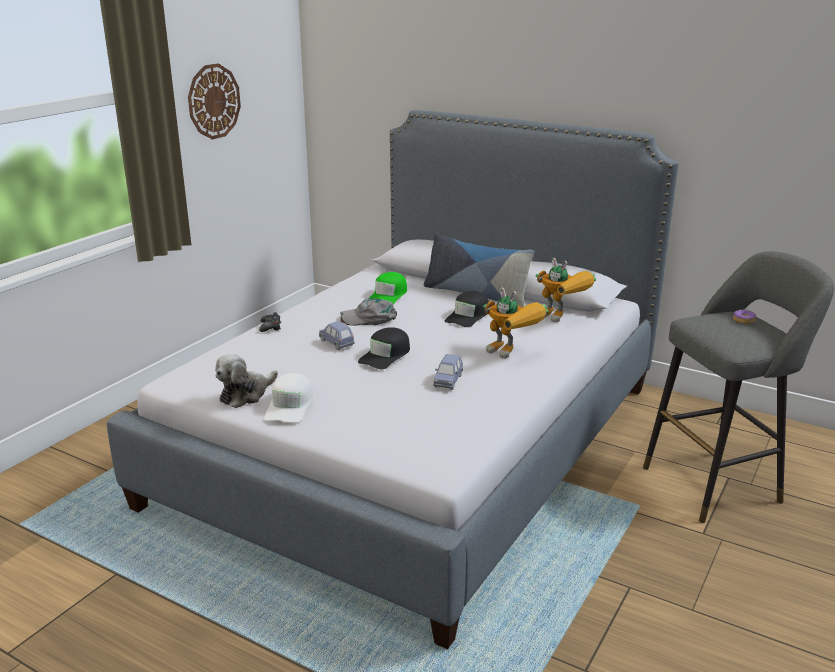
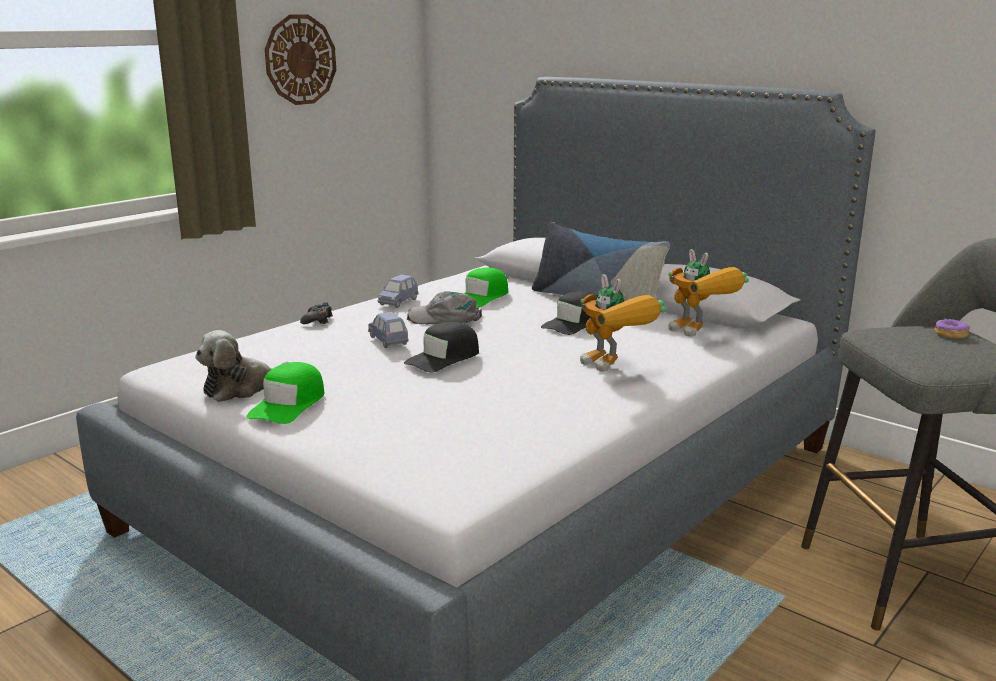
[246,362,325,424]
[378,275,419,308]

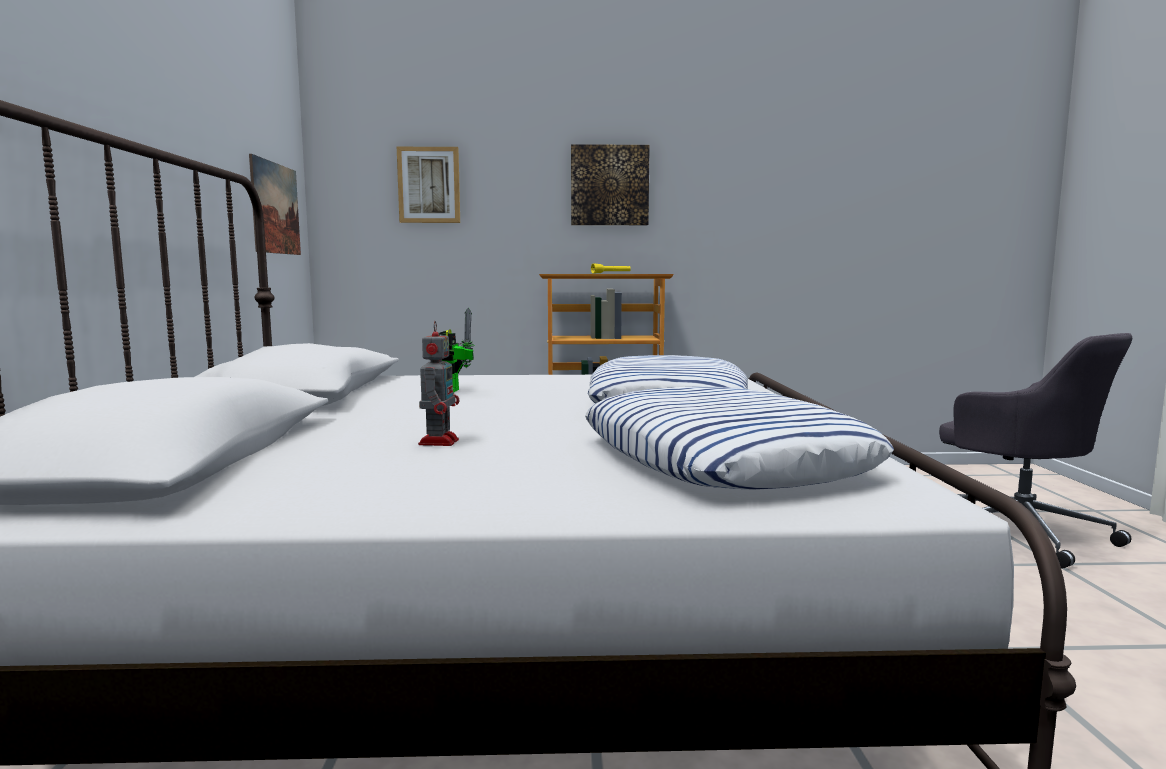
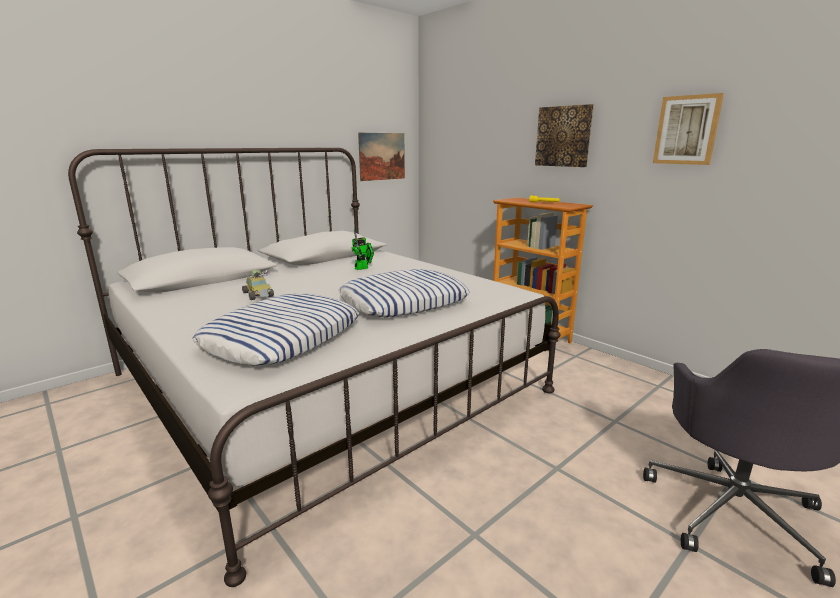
[242,269,274,300]
[653,93,724,165]

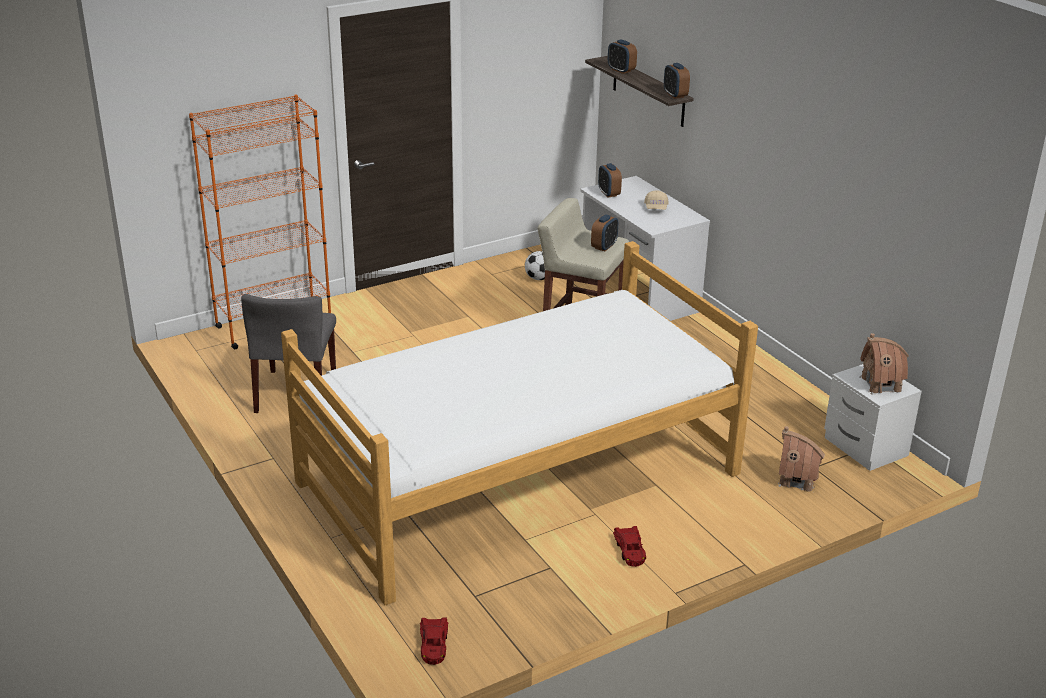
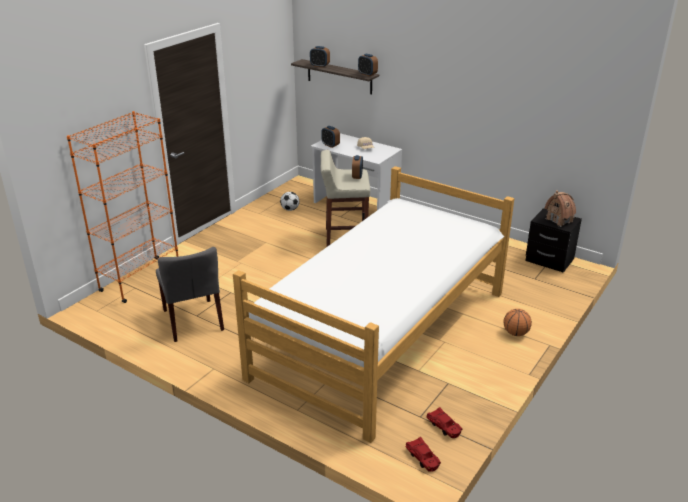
[427,407,462,439]
[503,309,532,336]
[525,208,582,273]
[778,426,825,492] (first image)

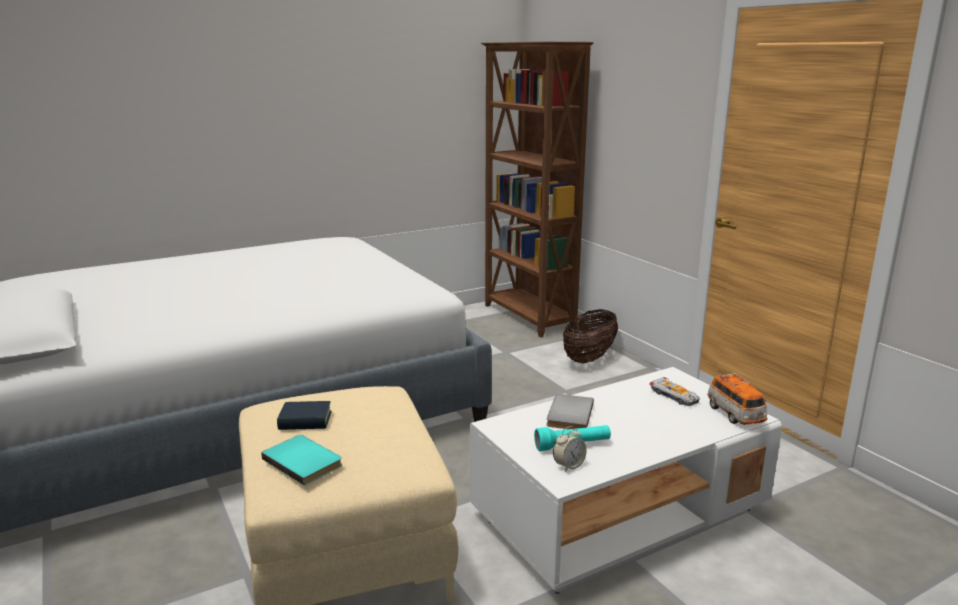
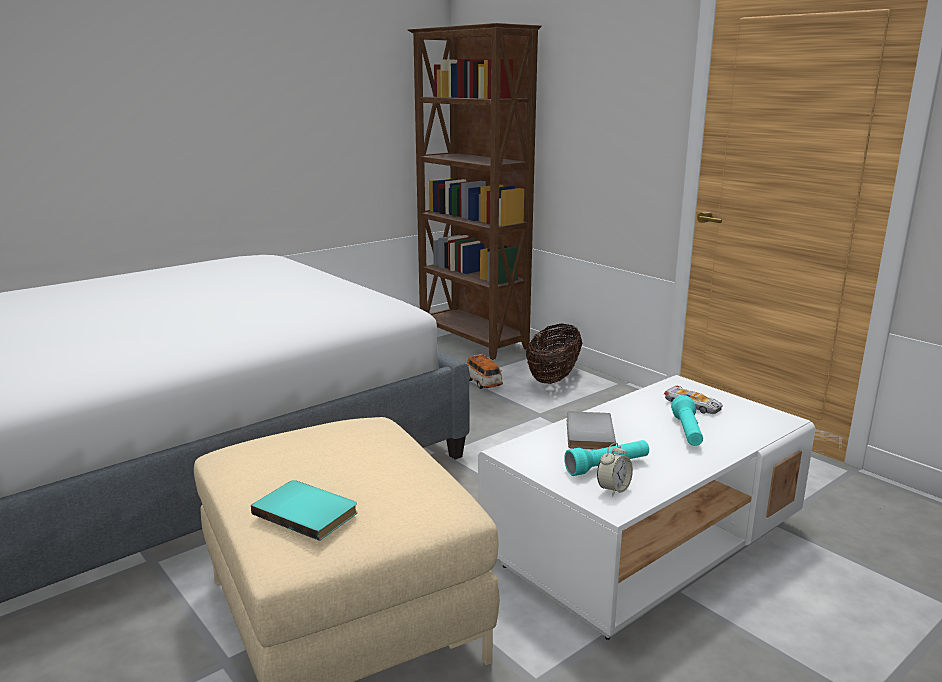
[467,353,503,389]
[671,395,703,446]
[277,401,332,430] (first image)

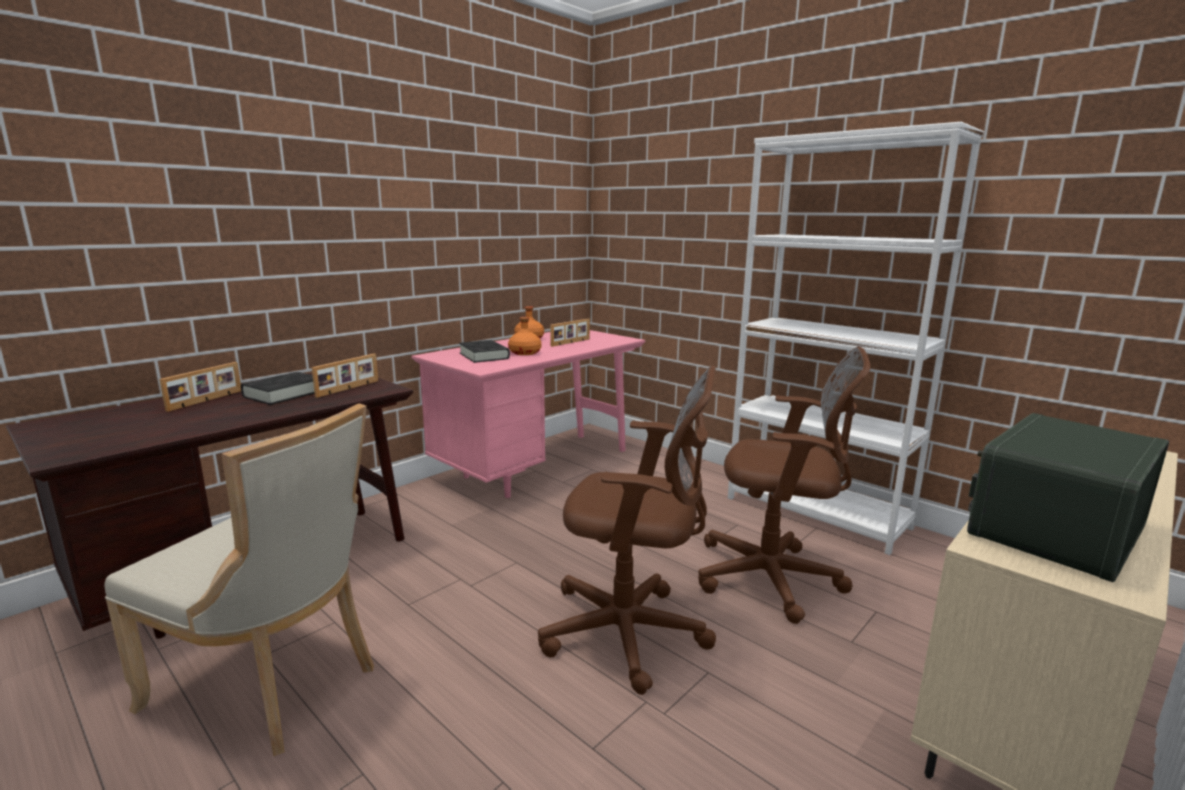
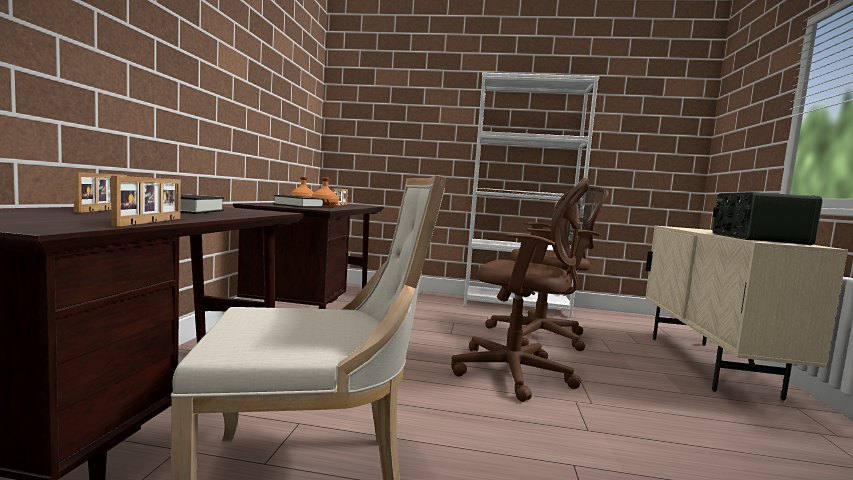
[111,176,181,227]
[233,203,384,309]
[451,178,590,402]

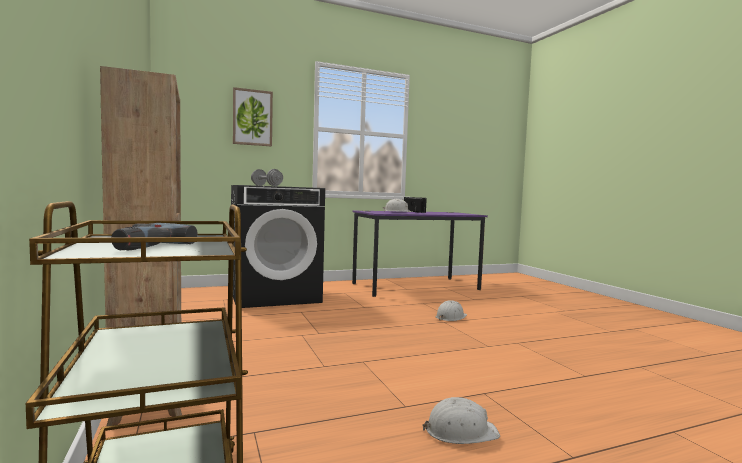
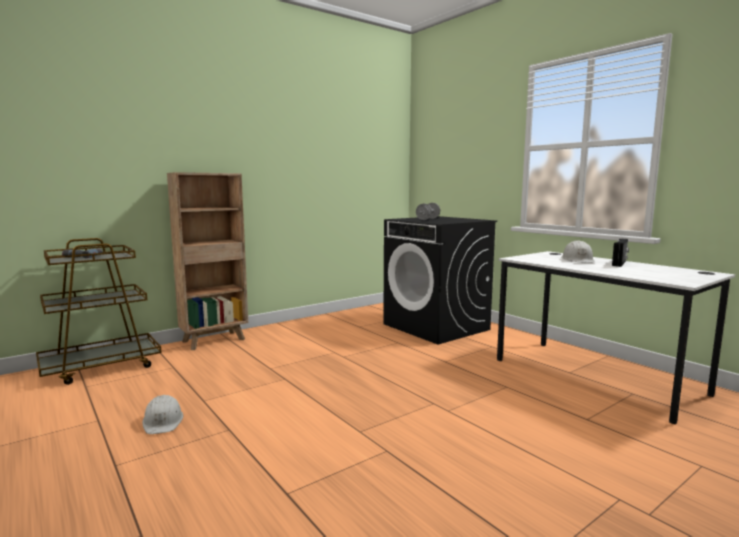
[497,251,735,424]
[233,87,273,147] (first image)
[436,300,467,321] (first image)

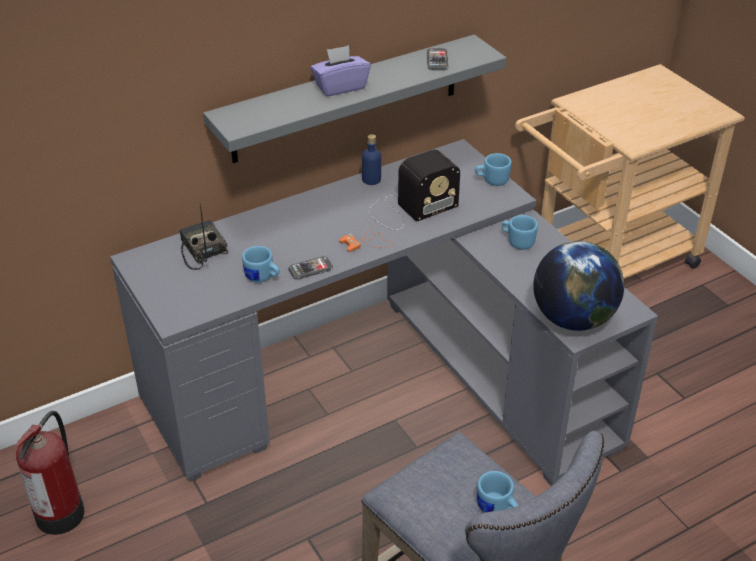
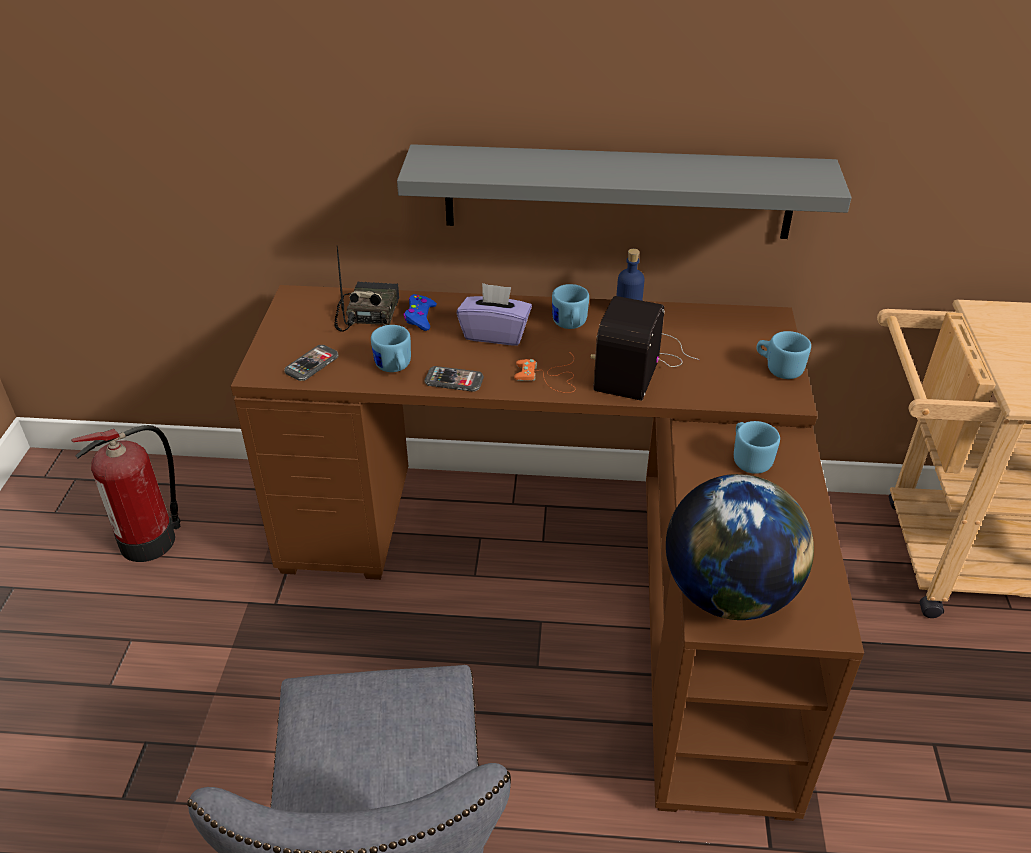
[231,285,864,821]
[285,345,338,381]
[404,294,437,331]
[457,283,532,346]
[552,284,589,329]
[591,296,700,401]

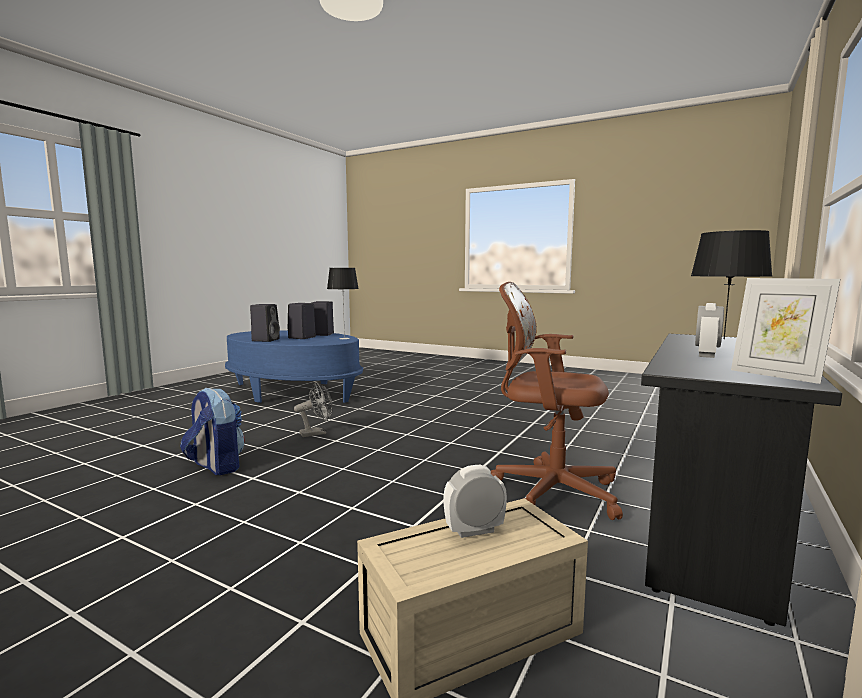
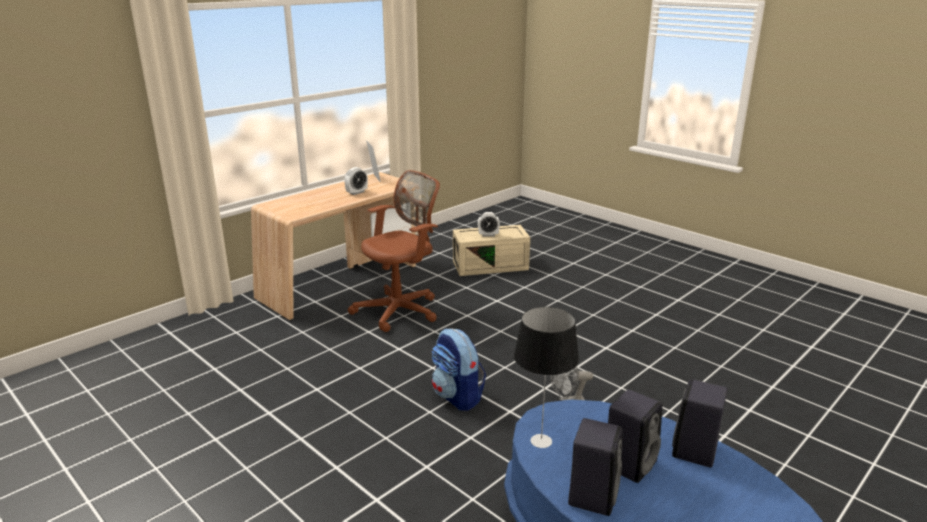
[251,172,416,320]
[348,170,440,332]
[432,328,486,411]
[691,230,772,339] (first image)

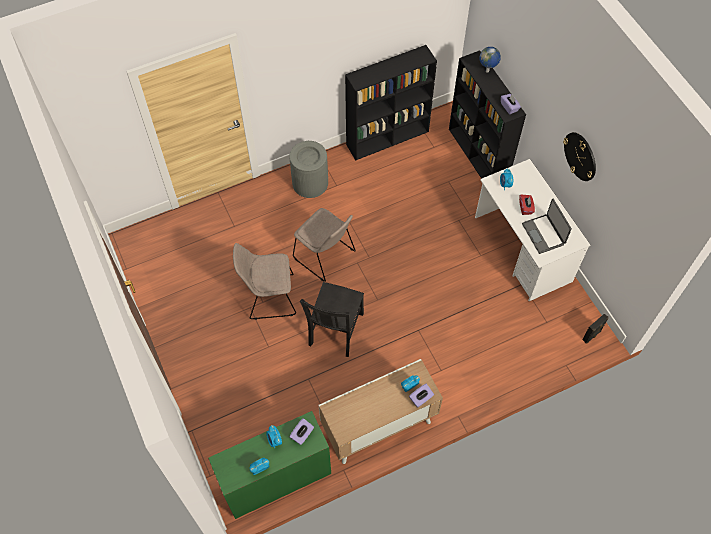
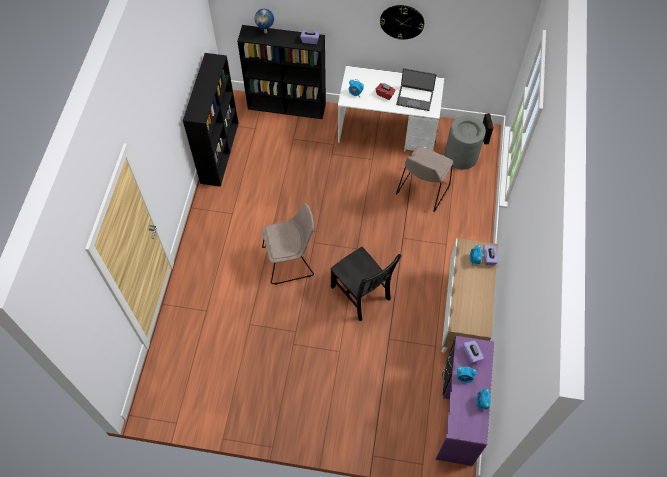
[396,146,453,212]
[435,336,494,466]
[445,116,486,170]

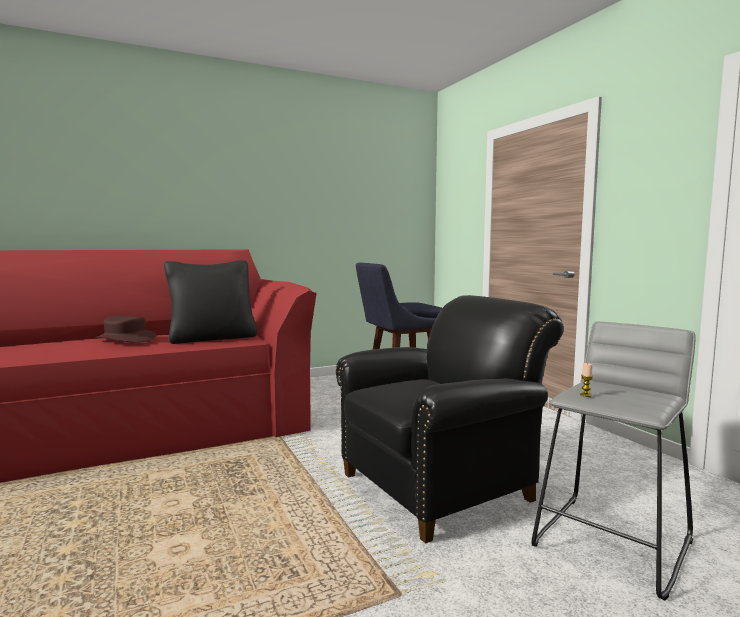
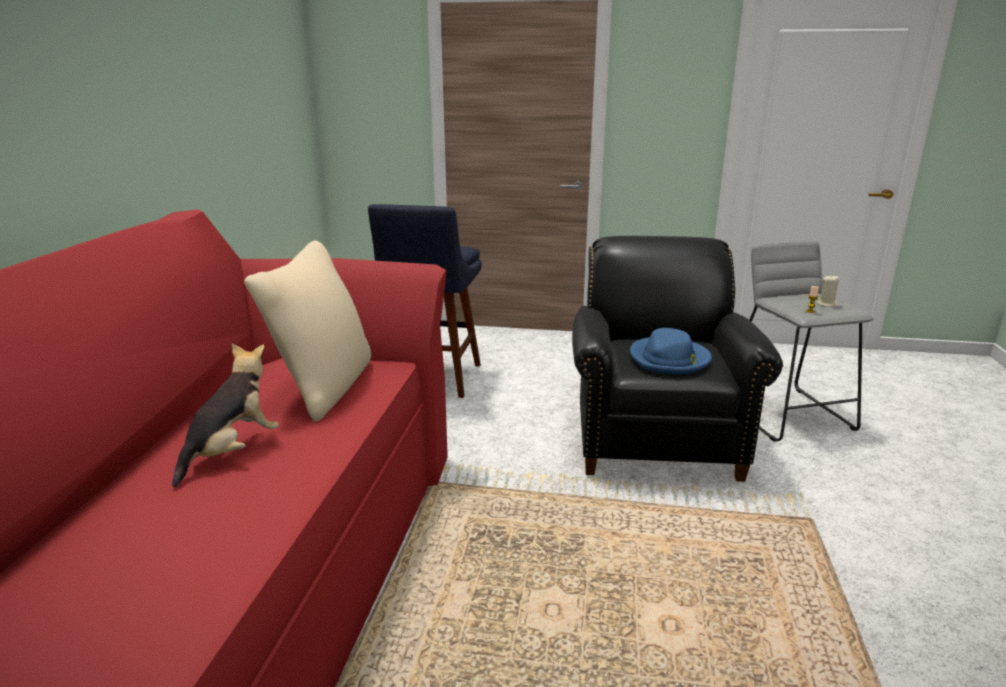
[172,344,279,488]
[244,240,371,422]
[630,328,712,374]
[817,276,839,307]

